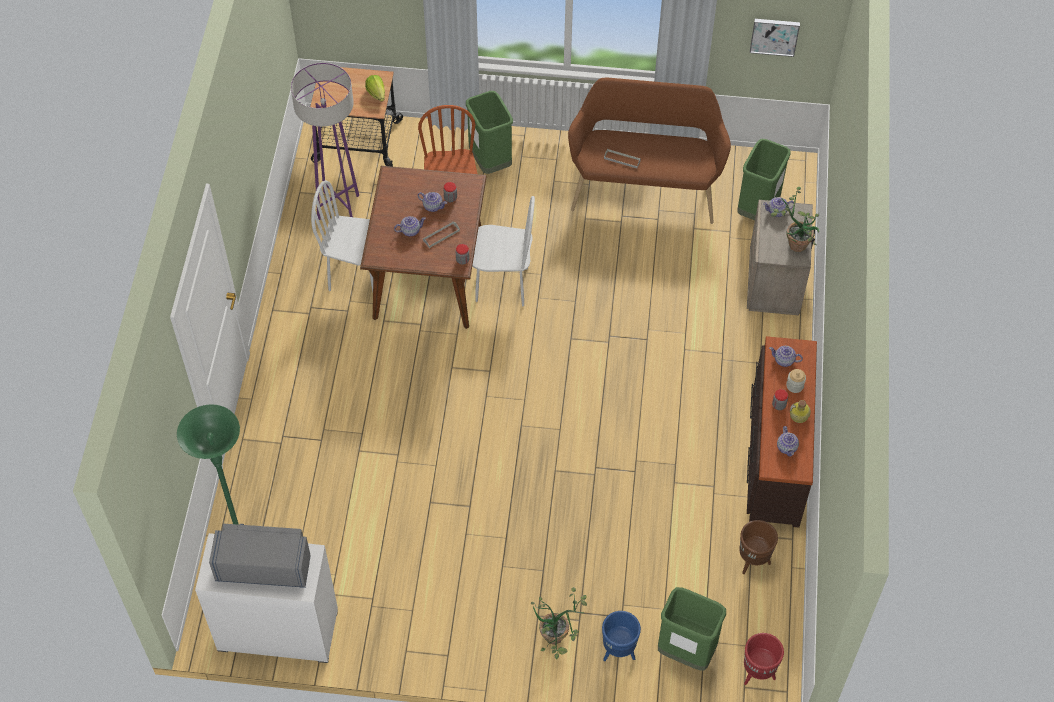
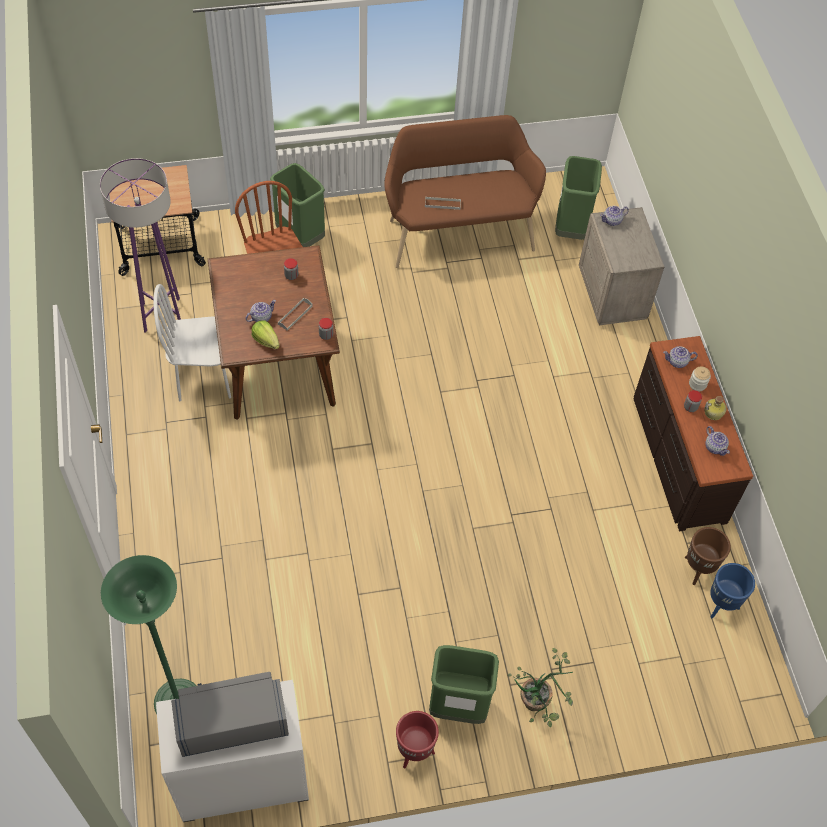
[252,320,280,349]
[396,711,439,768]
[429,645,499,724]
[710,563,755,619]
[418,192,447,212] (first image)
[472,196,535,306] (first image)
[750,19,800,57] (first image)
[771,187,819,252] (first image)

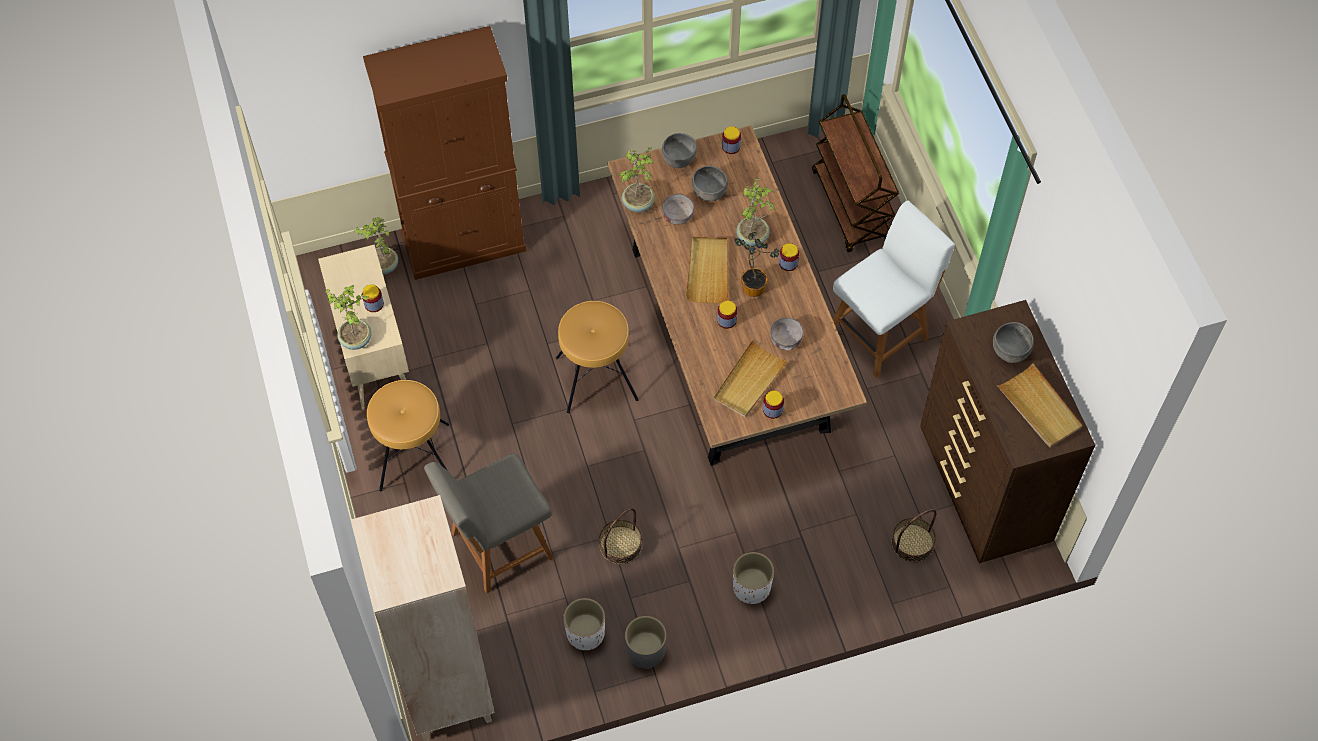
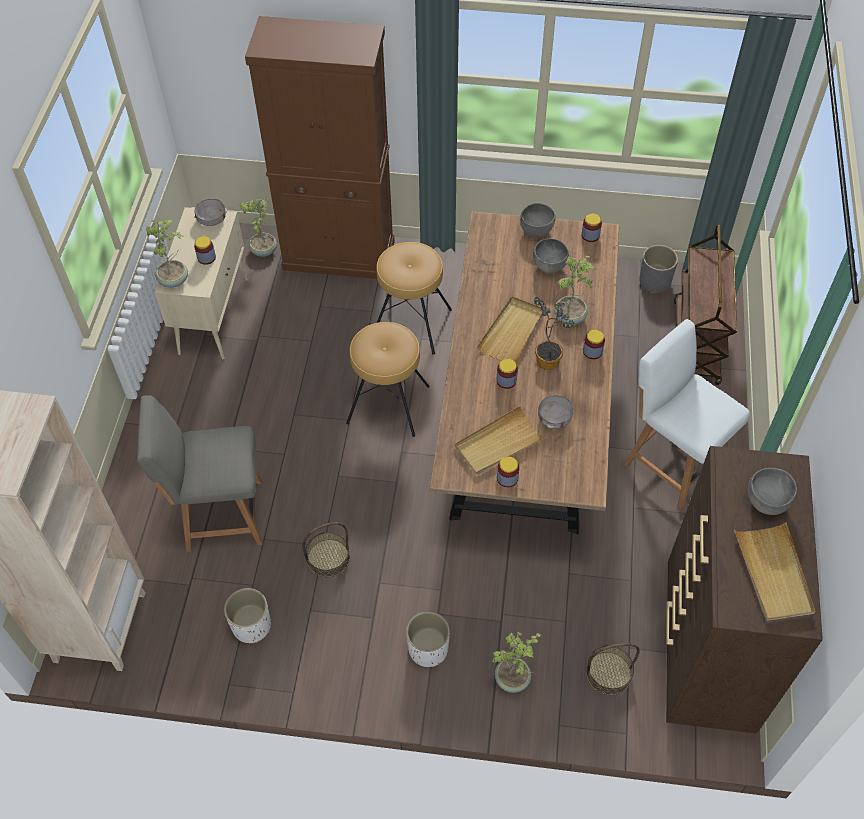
[194,199,227,226]
[376,242,452,355]
[493,632,542,693]
[624,319,750,509]
[639,245,678,293]

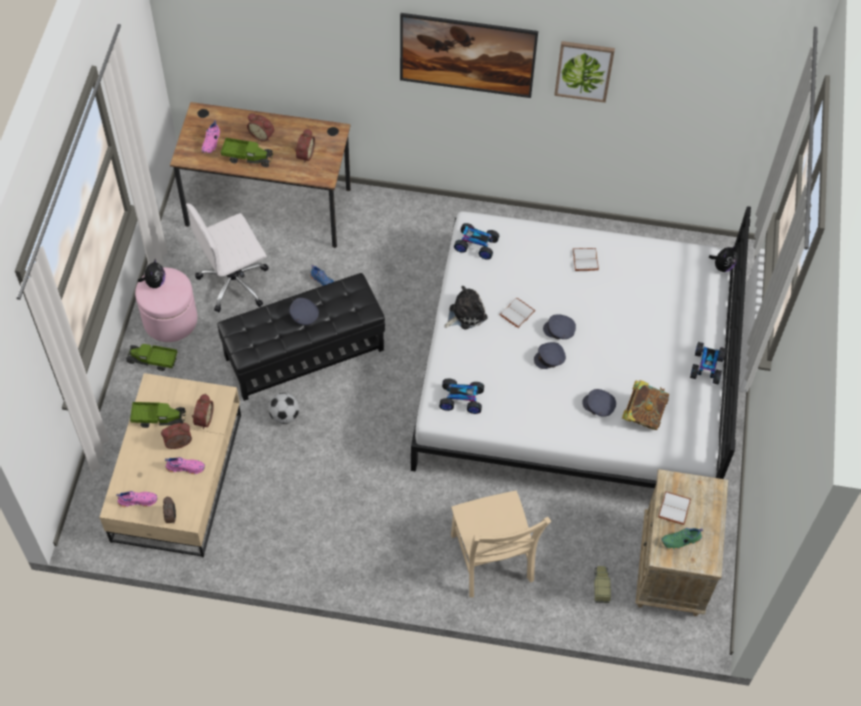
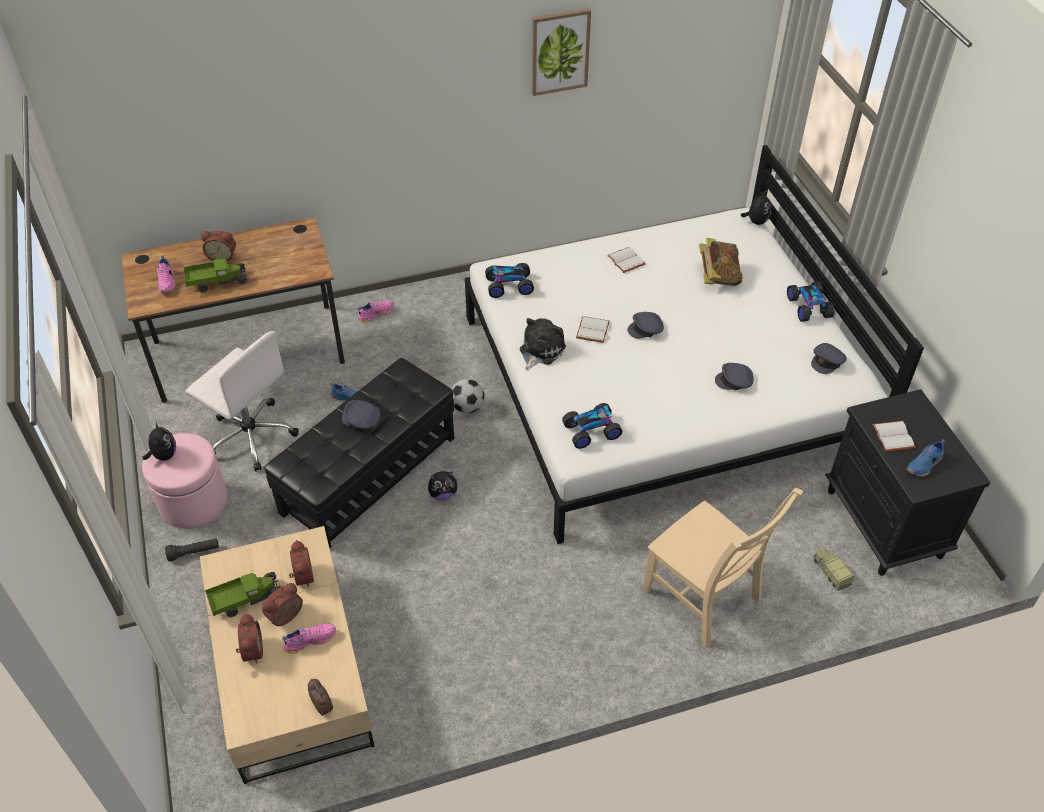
[165,538,219,561]
[185,331,299,472]
[236,614,263,664]
[357,301,394,322]
[428,471,458,500]
[451,378,484,414]
[699,238,743,286]
[811,343,847,374]
[825,389,990,576]
[906,439,945,477]
[400,13,538,98] (first image)

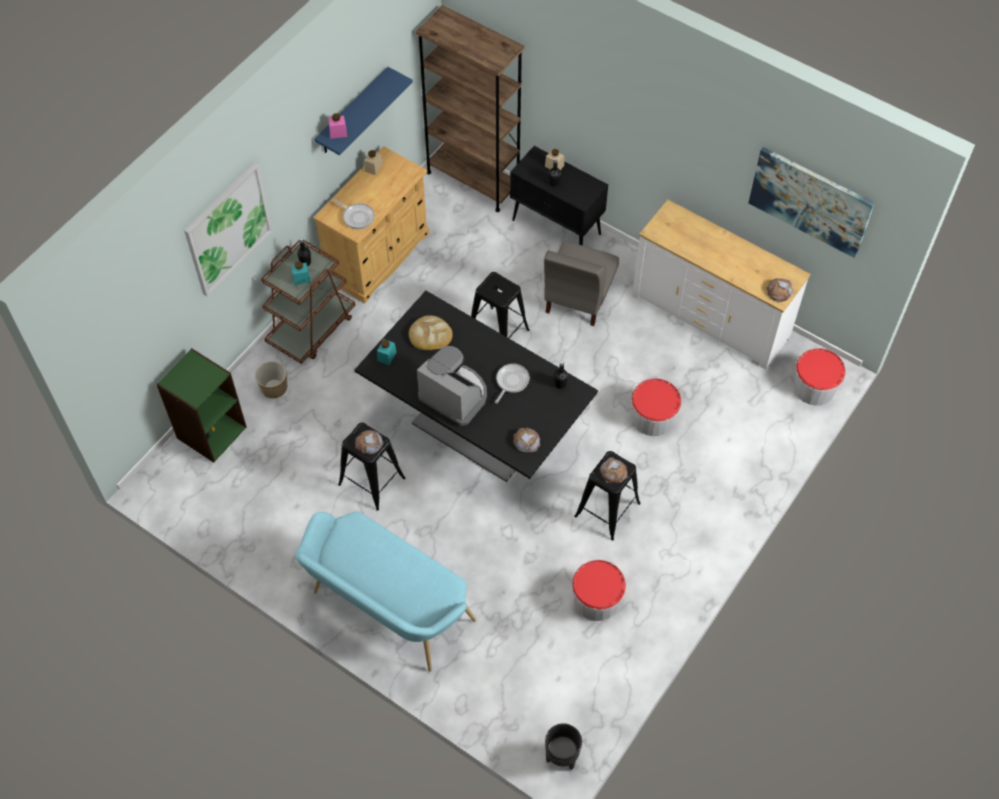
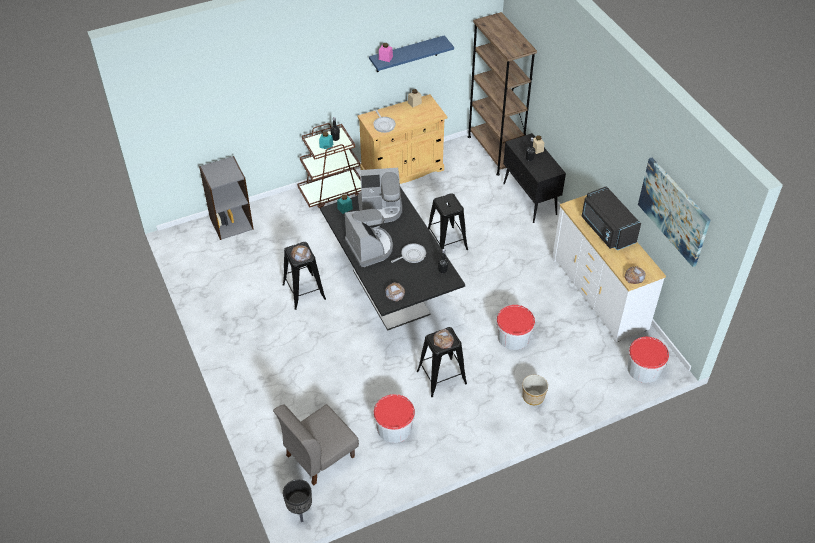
[199,156,254,240]
[273,404,359,486]
[358,168,402,223]
[522,375,548,405]
[582,186,641,250]
[184,162,273,297] (first image)
[295,511,477,672] (first image)

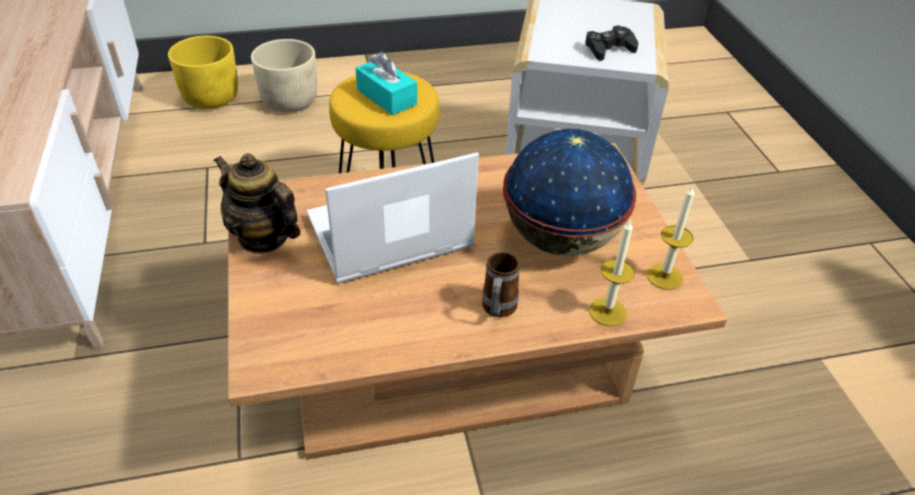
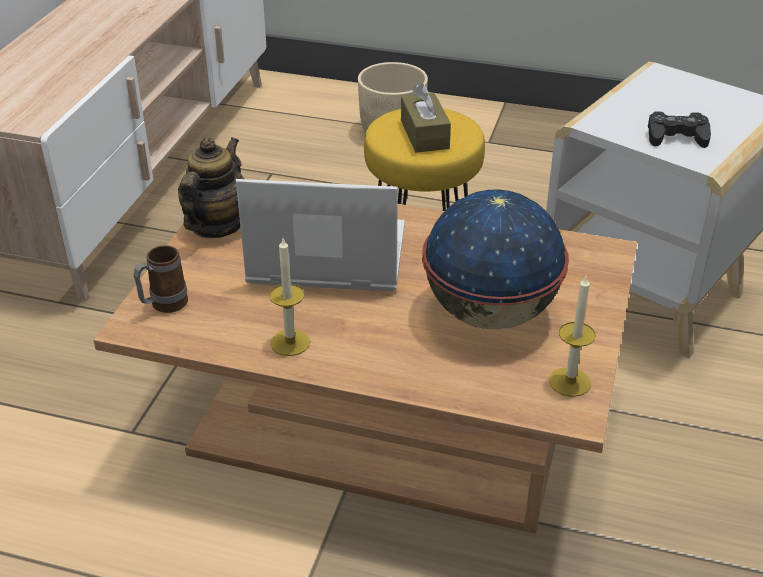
[133,245,188,313]
[178,137,244,238]
[269,238,310,356]
[401,83,451,153]
[168,36,238,109] (first image)

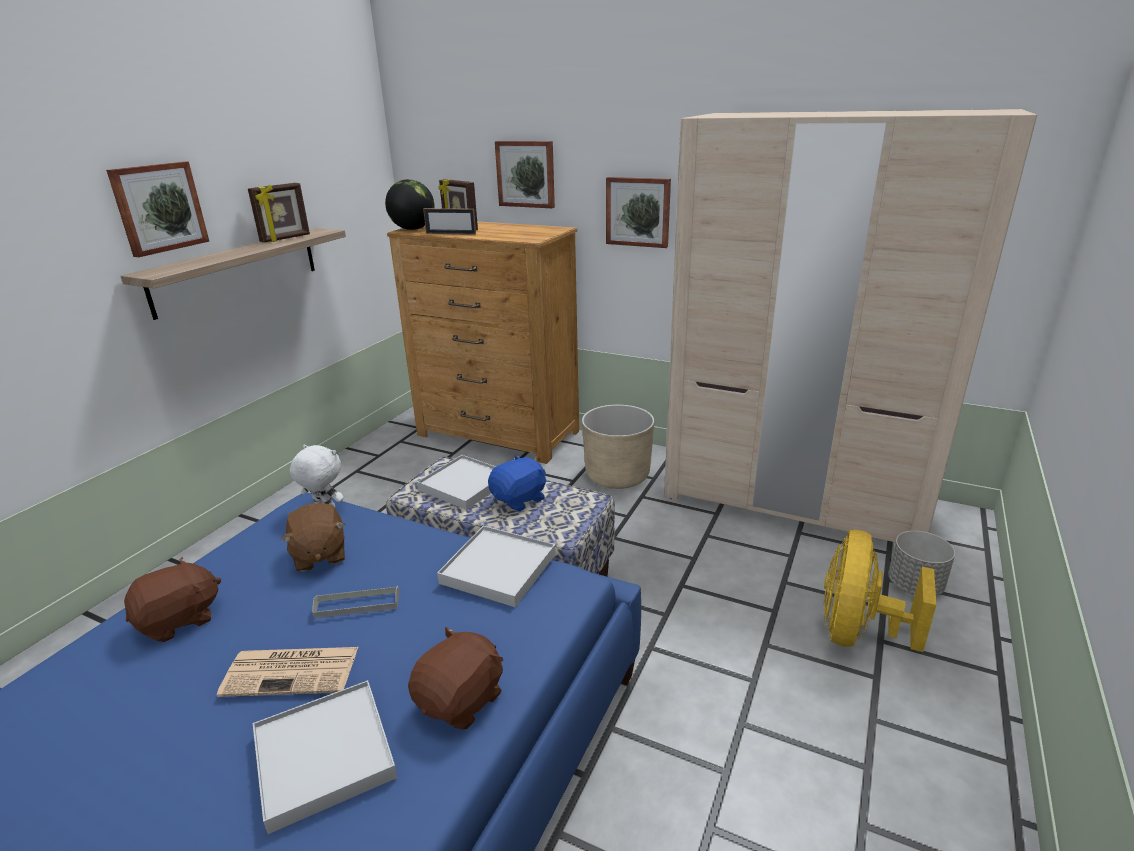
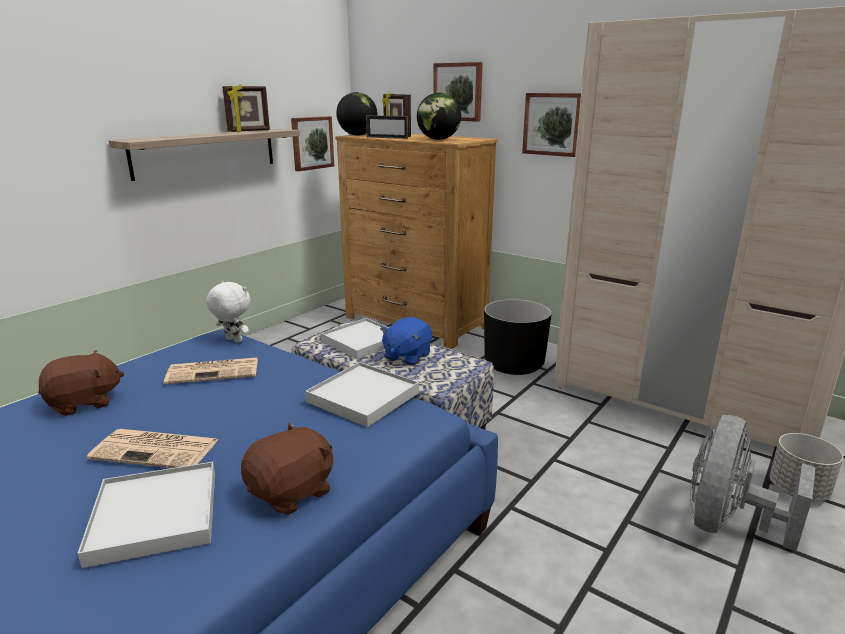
[164,357,258,384]
[291,116,334,171]
[380,317,432,366]
[417,93,461,140]
[484,299,552,375]
[690,415,816,552]
[312,586,399,618] (first image)

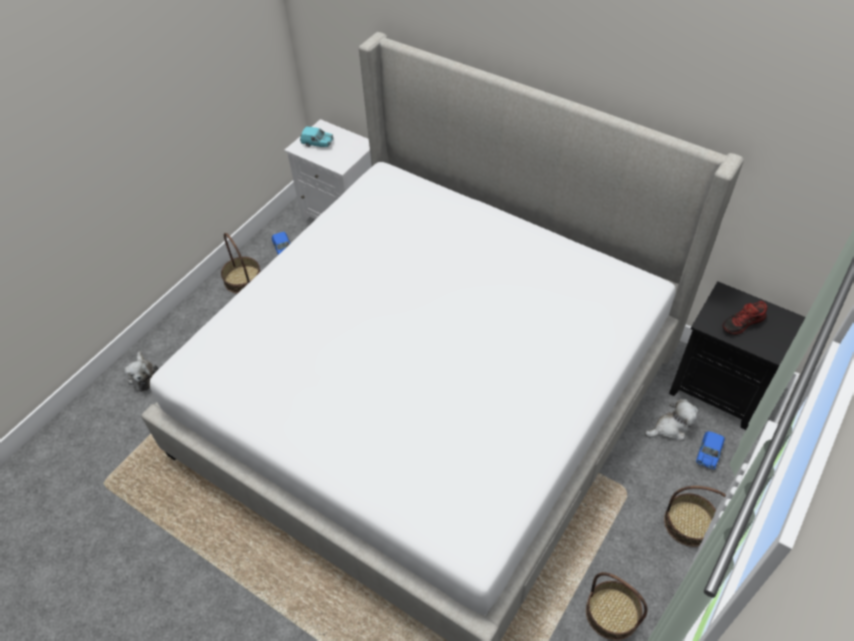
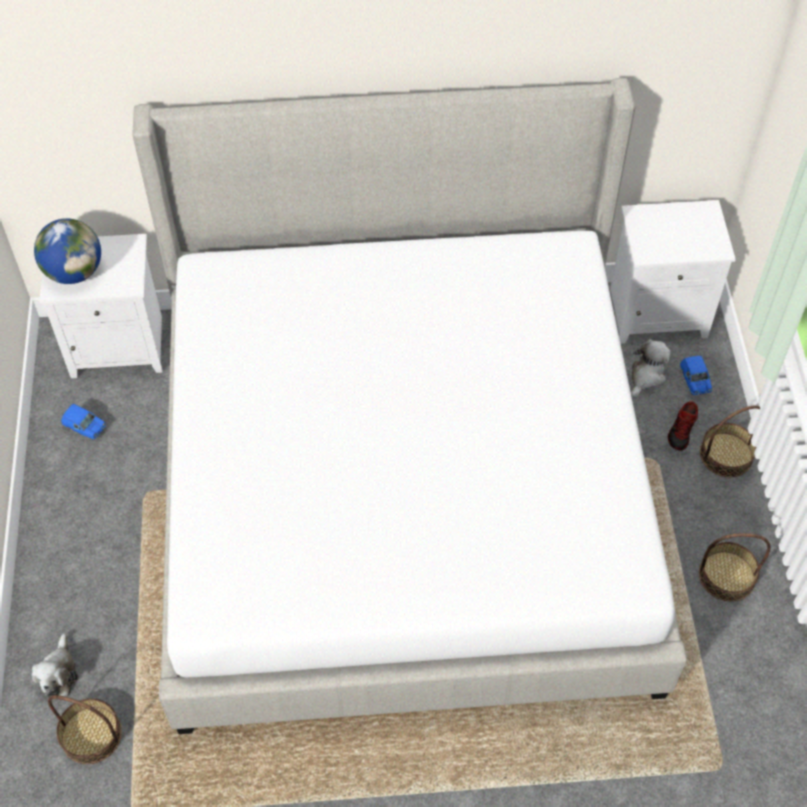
[32,633,79,697]
[34,218,101,284]
[48,695,122,764]
[610,200,736,344]
[668,401,698,451]

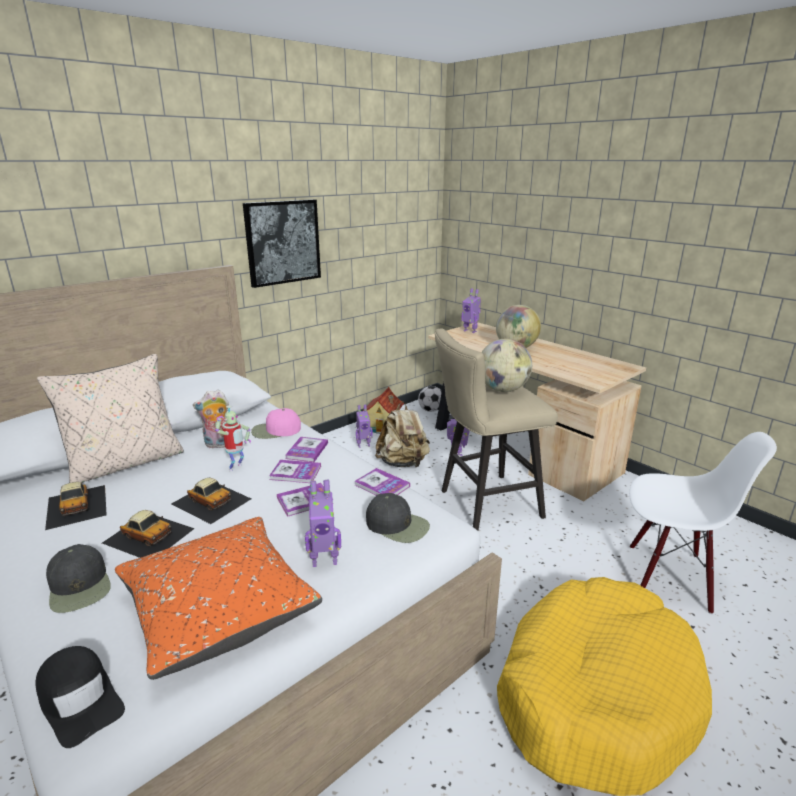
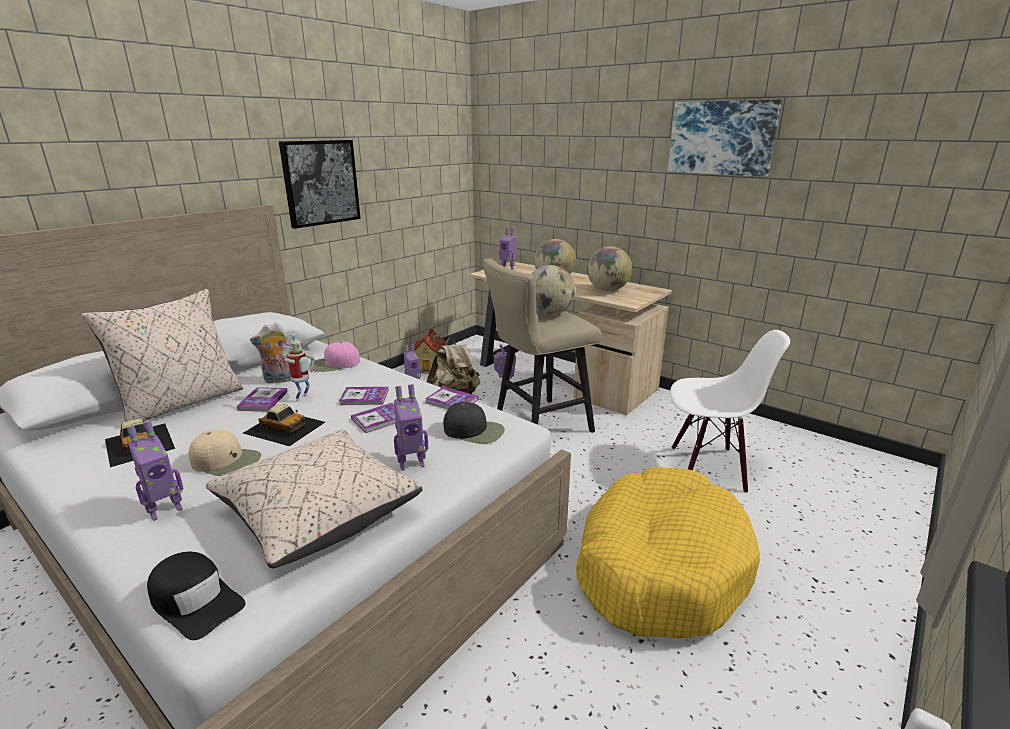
[127,421,183,521]
[189,429,261,476]
[206,430,423,568]
[236,387,287,411]
[587,246,632,291]
[668,100,782,177]
[418,386,442,412] (first image)

